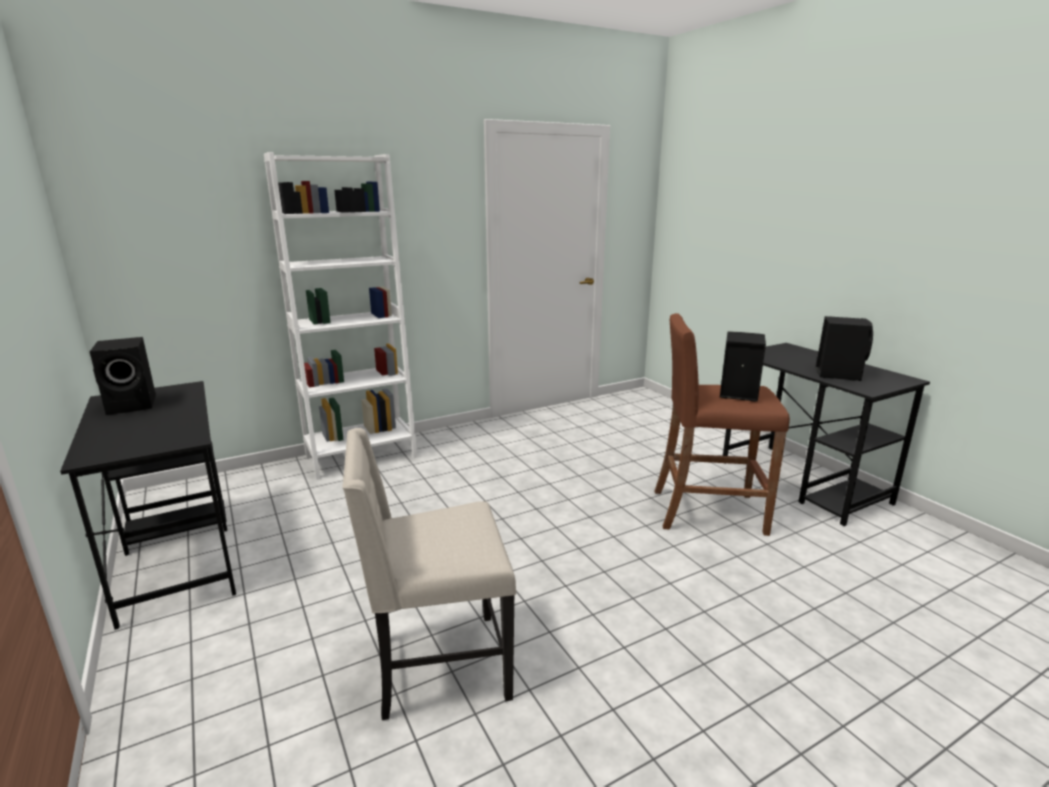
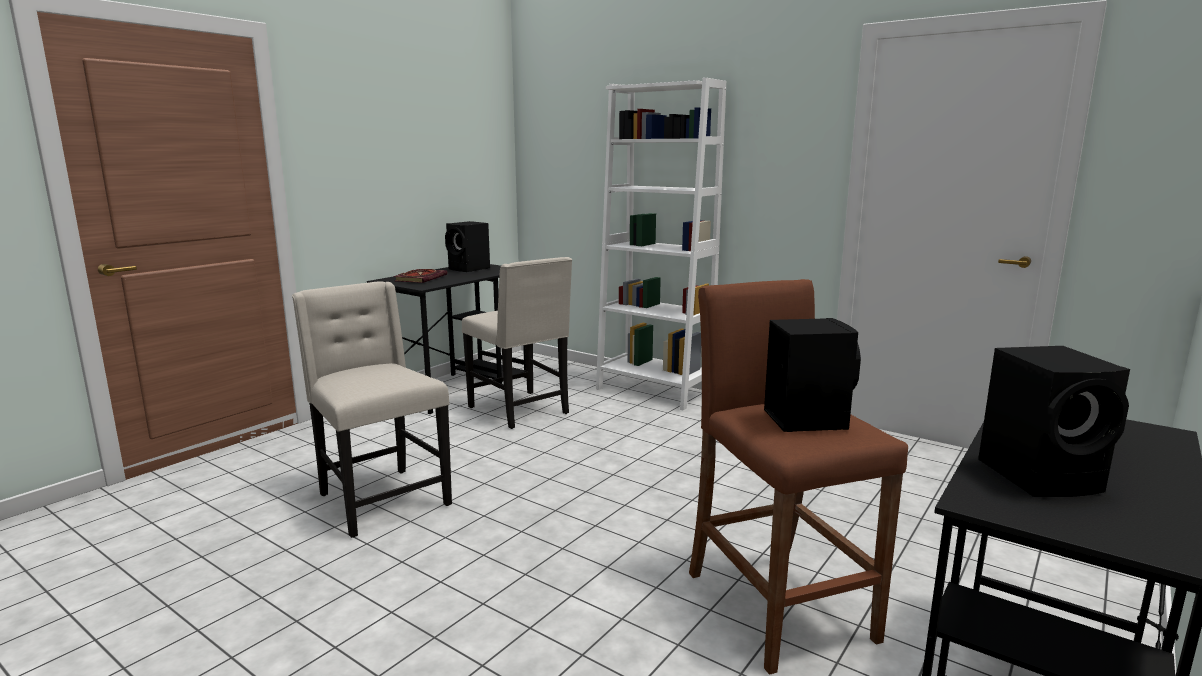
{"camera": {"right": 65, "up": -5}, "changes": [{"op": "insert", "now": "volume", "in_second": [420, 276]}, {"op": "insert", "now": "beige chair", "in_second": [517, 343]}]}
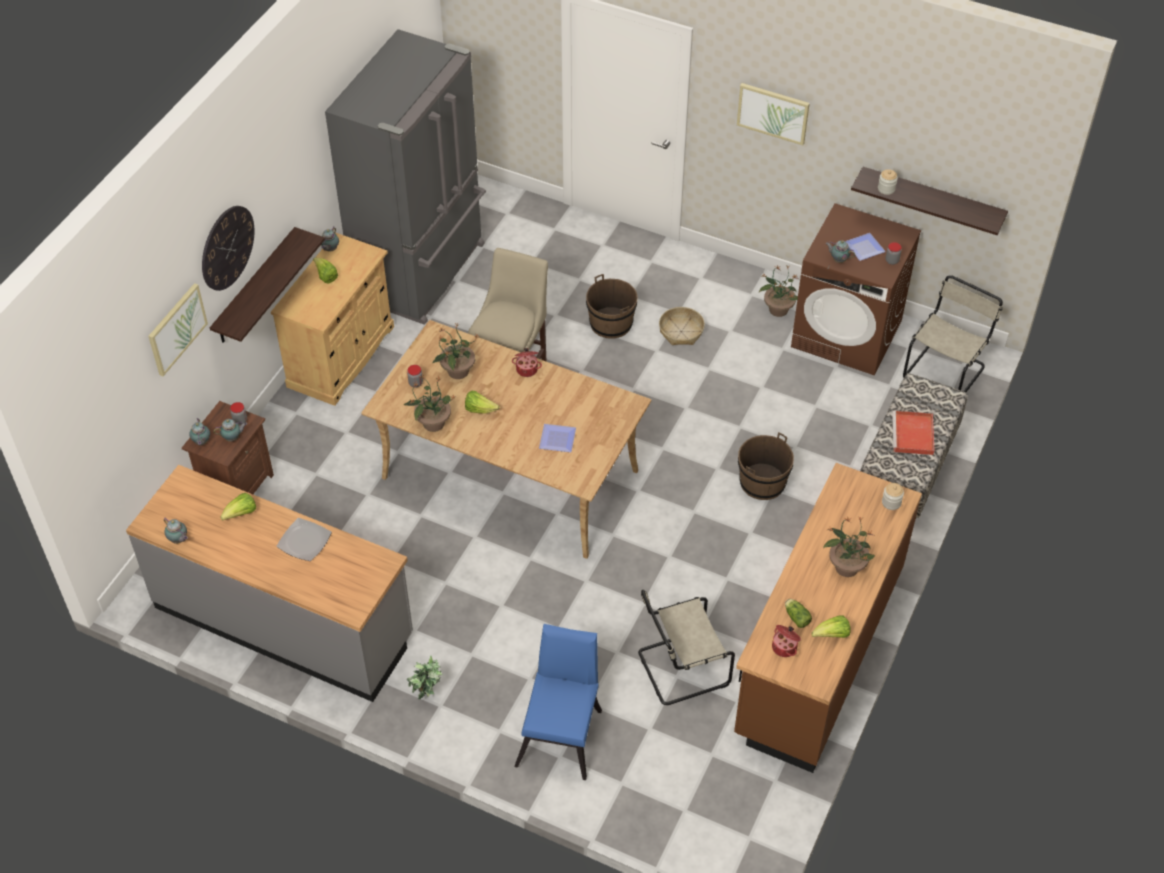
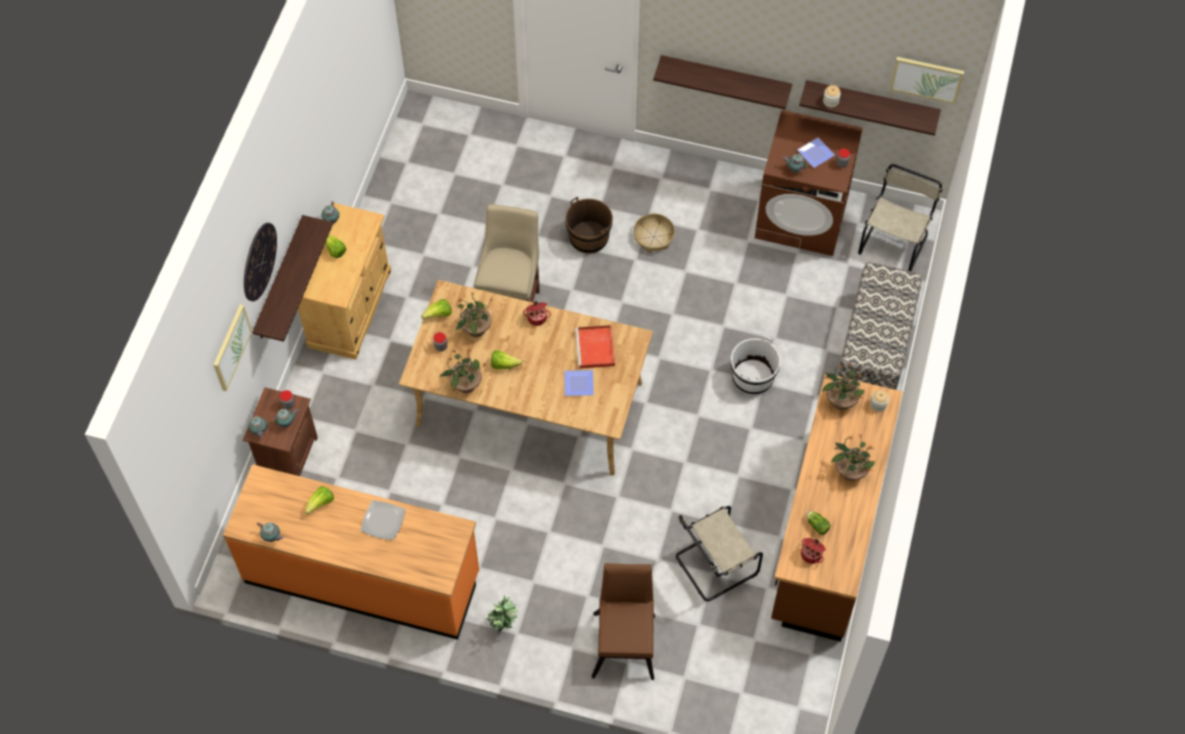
{"camera": {"right": -10, "up": 10}, "changes": [{"op": "recolor", "was": "greyish counter", "now": "orangey counter", "in_first": [269, 583], "in_second": [351, 552]}, {"op": "move", "was": "lettuce head", "in_first": [831, 627], "in_second": [436, 309]}, {"op": "move", "was": "red-coloured tray", "in_first": [913, 433], "in_second": [595, 346]}, {"op": "recolor", "was": "blue chair", "now": "brown chair", "in_first": [558, 702], "in_second": [623, 621]}, {"op": "insert", "now": "wall shelf", "in_second": [722, 82]}, {"op": "recolor", "was": "brown bucket", "now": "whitish bucket", "in_first": [766, 466], "in_second": [755, 365]}, {"op": "move", "was": "houseplant", "in_first": [779, 291], "in_second": [843, 386]}, {"op": "move", "was": "wall art", "in_first": [773, 114], "in_second": [927, 80]}, {"op": "delete", "was": "greyish fridge", "in_first": [405, 177]}]}
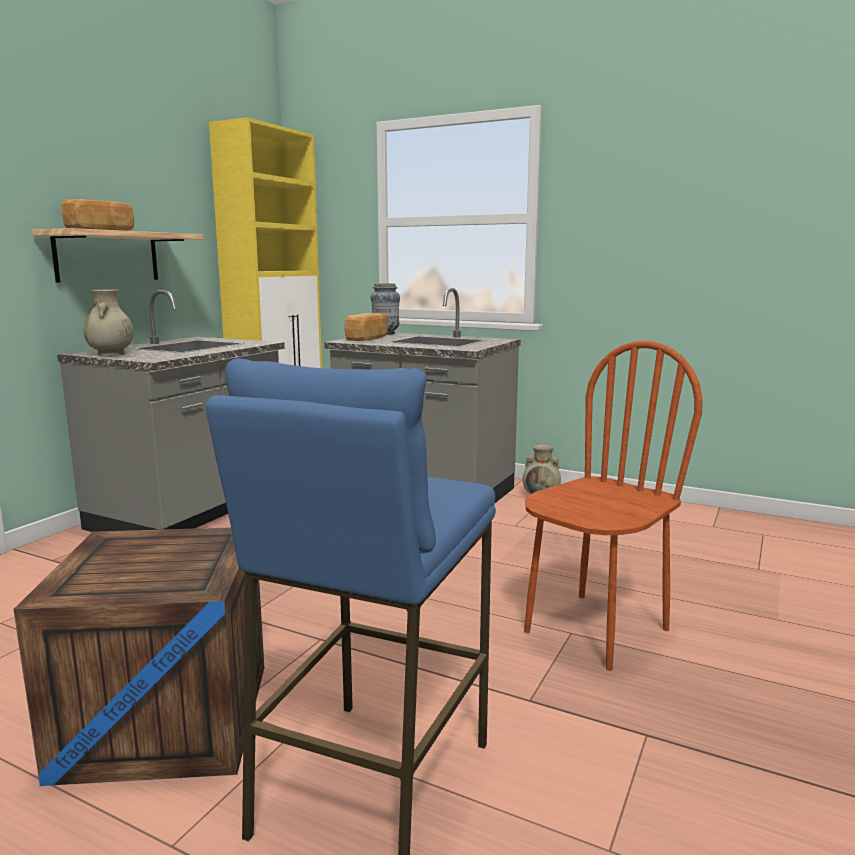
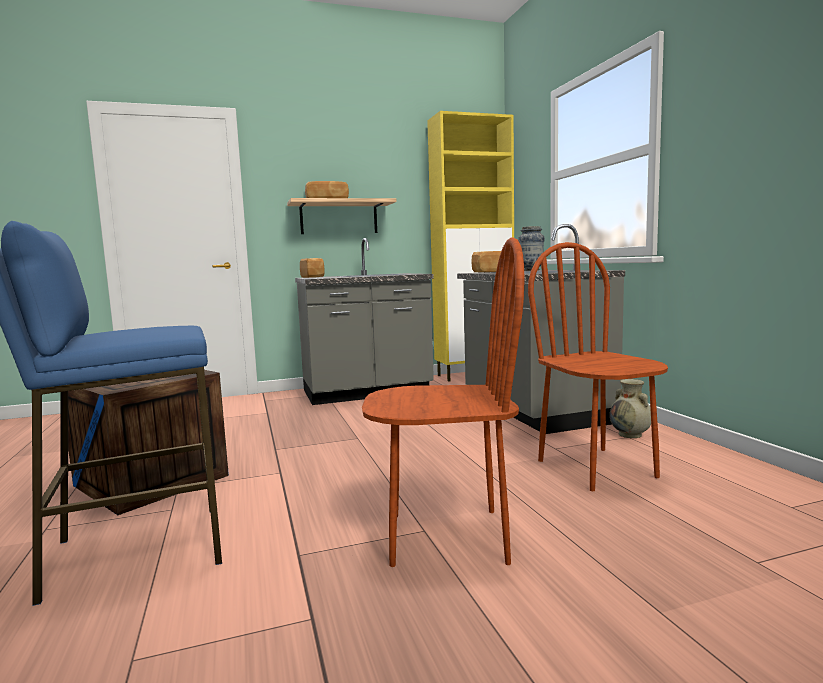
{"camera": {"right": 45, "up": -5}, "changes": [{"op": "replace", "was": "beige flower vase", "now": "bakery bread", "in_first": [109, 322], "in_second": [312, 268]}, {"op": "insert", "now": "brown chair", "in_second": [598, 366]}]}
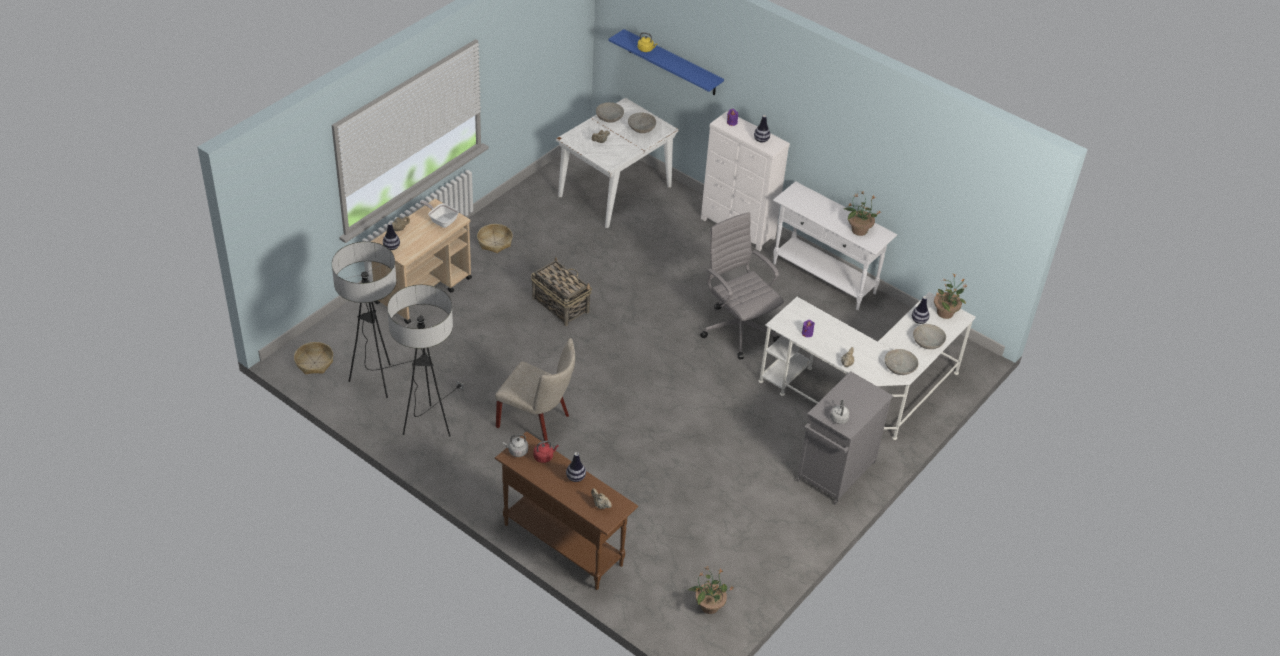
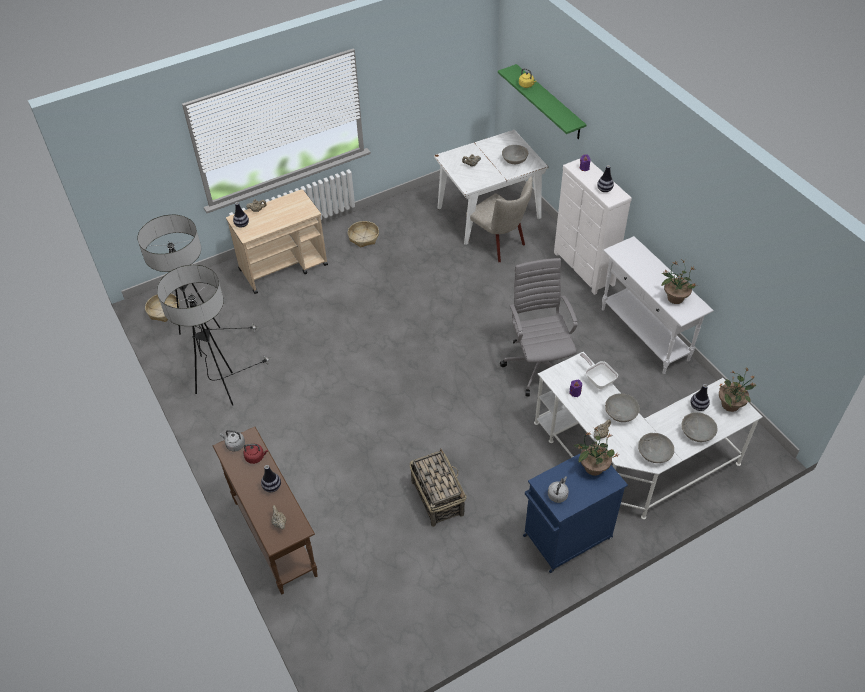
{"camera": {"right": 25, "up": 5}, "changes": [{"op": "move", "was": "household basket", "in_first": [561, 291], "in_second": [437, 488]}, {"op": "move", "was": "beige chair", "in_first": [535, 391], "in_second": [499, 219]}, {"op": "recolor", "was": "blue wall shelf", "now": "greenish wall shelf", "in_first": [666, 62], "in_second": [542, 101]}, {"op": "recolor", "was": "greyish cabinet", "now": "blue cabinet", "in_first": [844, 438], "in_second": [575, 513]}, {"op": "move", "was": "houseplant", "in_first": [711, 590], "in_second": [595, 452]}, {"op": "move", "was": "frying pan", "in_first": [439, 214], "in_second": [599, 371]}, {"op": "move", "was": "greyish deep dish", "in_first": [610, 112], "in_second": [622, 407]}]}
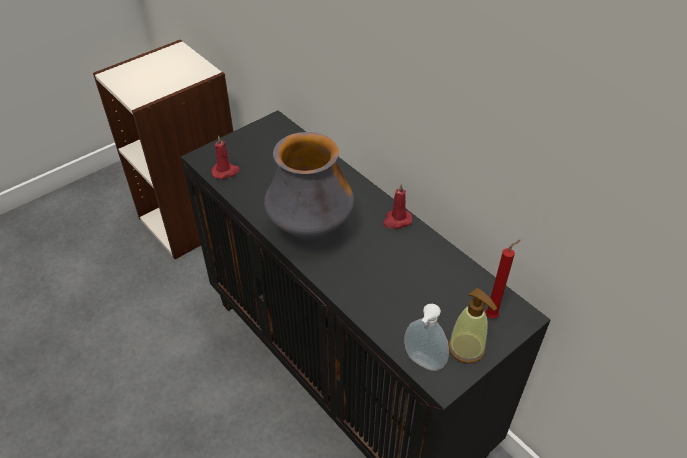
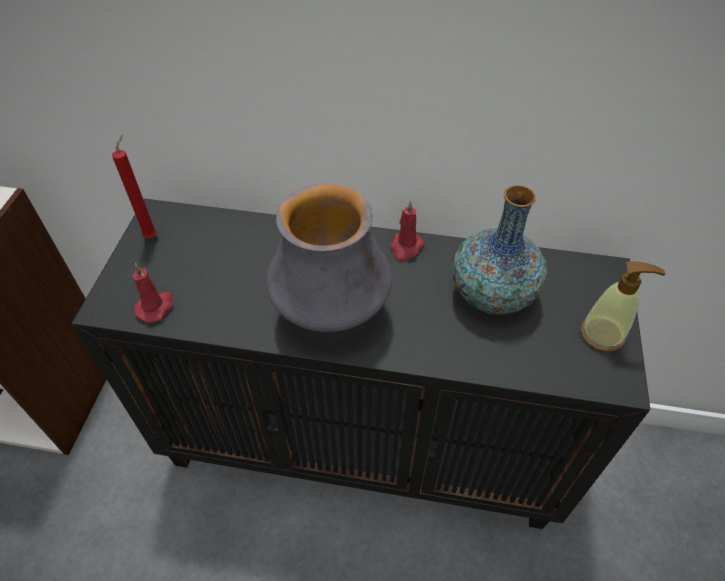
{"camera": {"right": -40, "up": 5}, "changes": [{"op": "move", "was": "red-coloured candle", "in_first": [503, 279], "in_second": [134, 187]}, {"op": "insert", "now": "flower vase", "in_second": [499, 250]}, {"op": "delete", "was": "liquid soap bottle", "in_first": [426, 337]}]}
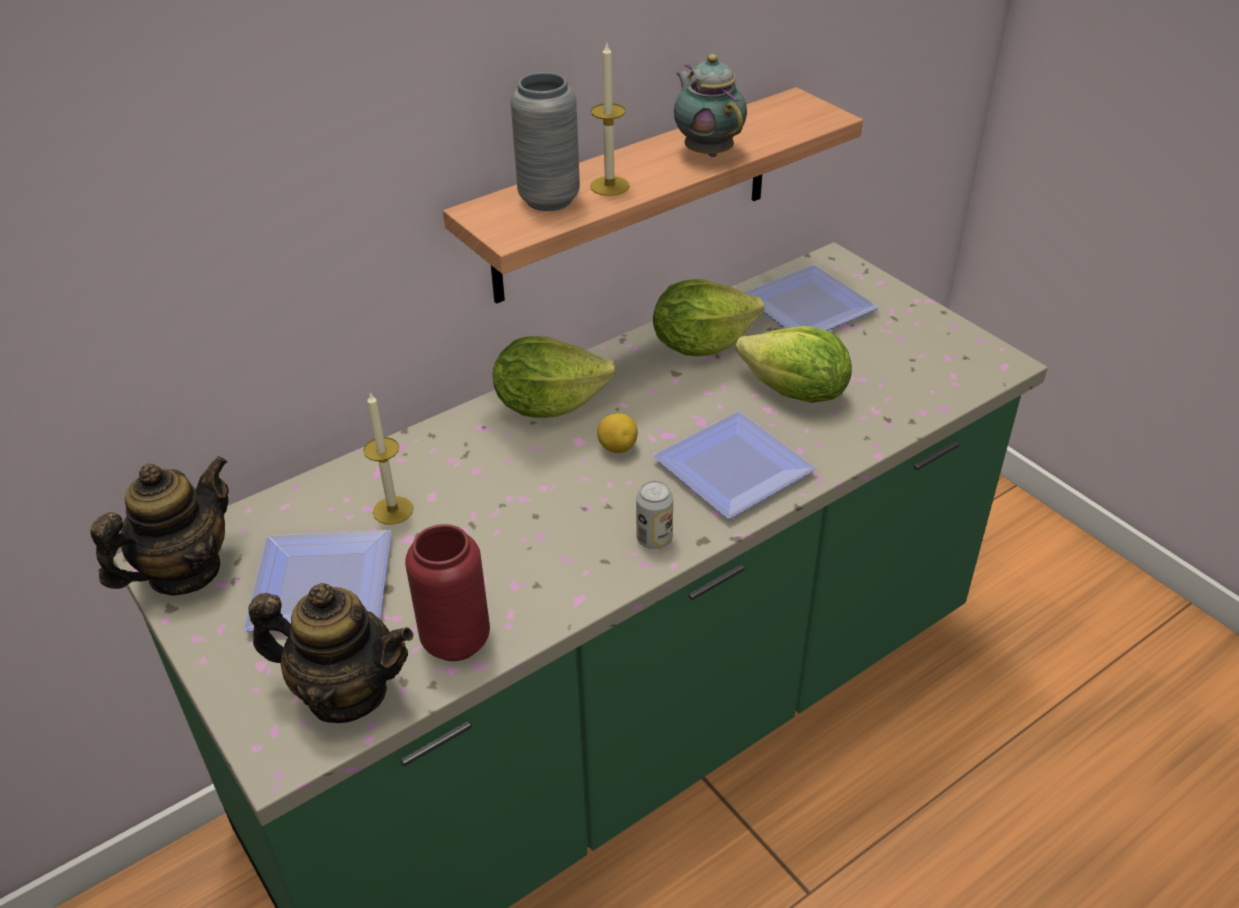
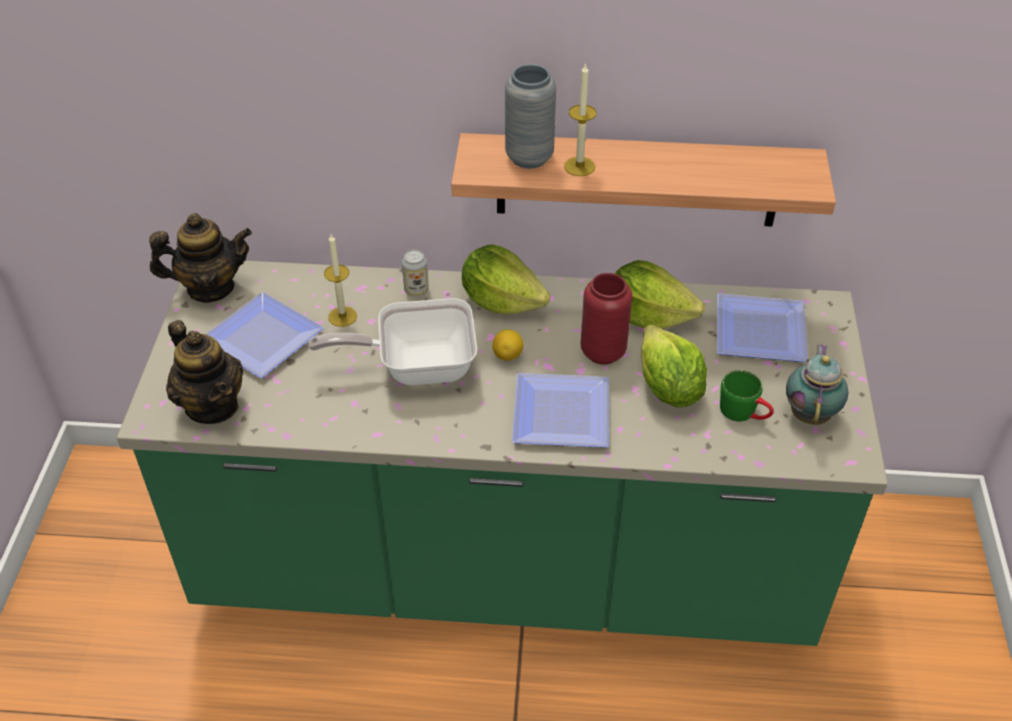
{"camera": {"right": 40, "up": 5}, "changes": [{"op": "insert", "now": "frying pan", "in_second": [392, 341]}, {"op": "move", "was": "metal can", "in_first": [654, 514], "in_second": [415, 273]}, {"op": "move", "was": "red-coloured flower vase", "in_first": [447, 592], "in_second": [606, 318]}, {"op": "insert", "now": "greenish tea mug", "in_second": [747, 395]}, {"op": "move", "was": "teapot", "in_first": [710, 105], "in_second": [817, 384]}]}
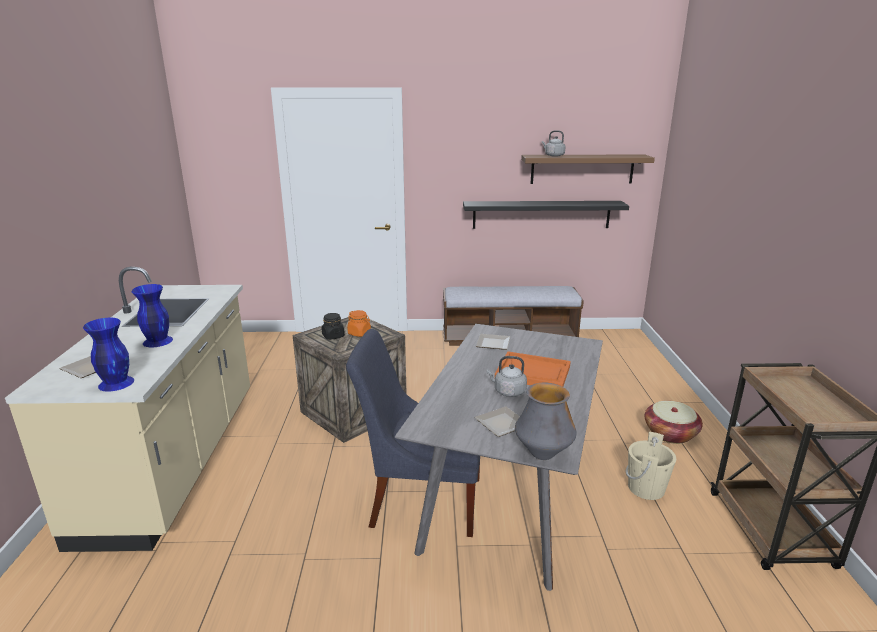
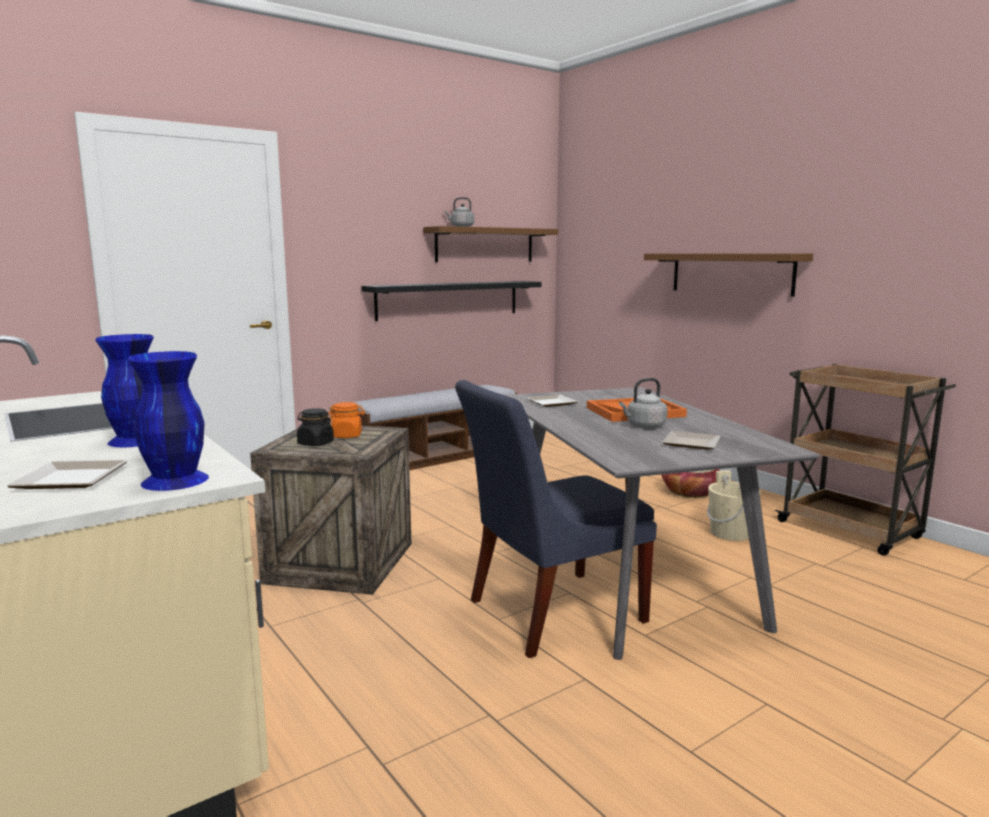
{"camera": {"right": -35, "up": -10}, "changes": [{"op": "insert", "now": "brown wall shelf", "in_second": [728, 275]}, {"op": "delete", "was": "flower vase", "in_first": [546, 421]}]}
